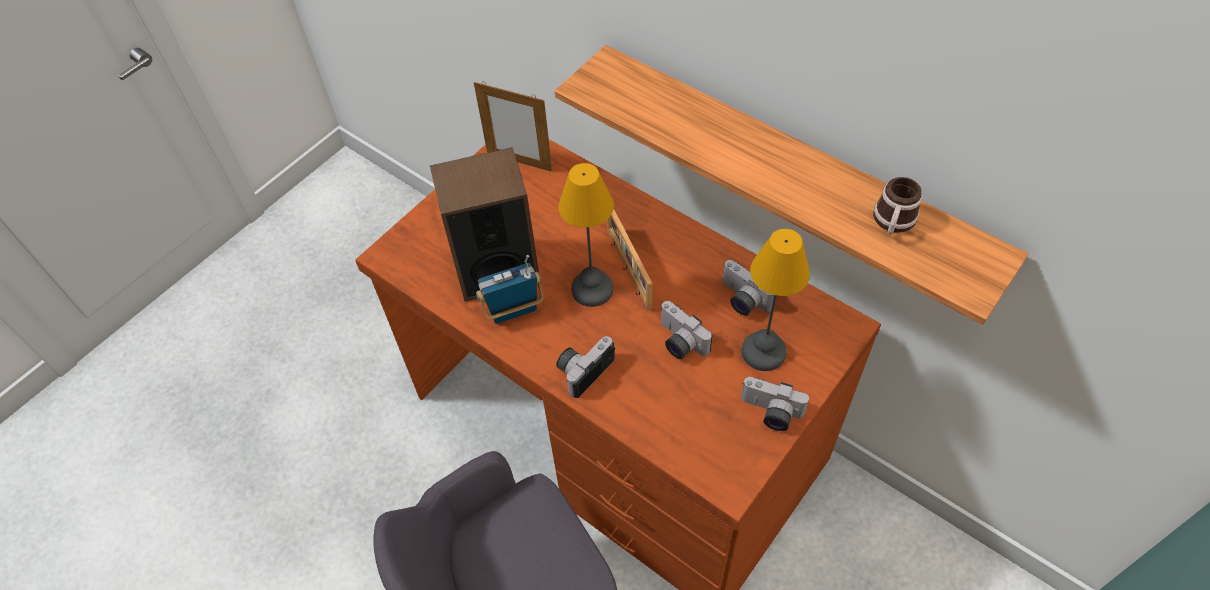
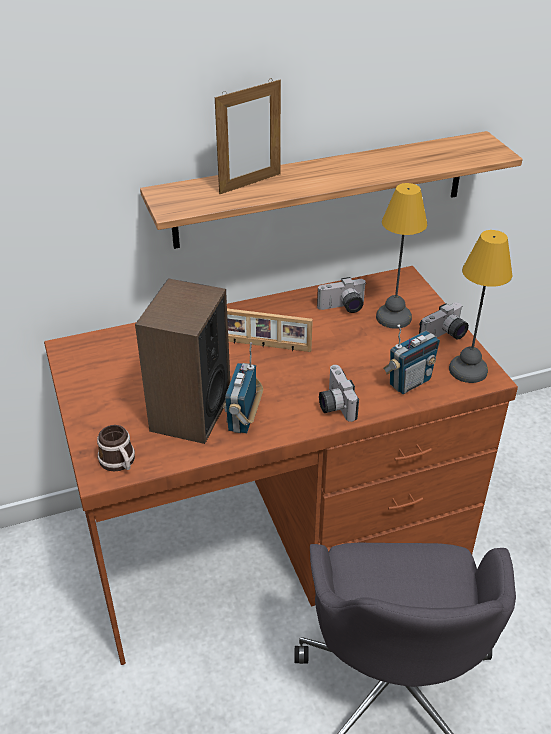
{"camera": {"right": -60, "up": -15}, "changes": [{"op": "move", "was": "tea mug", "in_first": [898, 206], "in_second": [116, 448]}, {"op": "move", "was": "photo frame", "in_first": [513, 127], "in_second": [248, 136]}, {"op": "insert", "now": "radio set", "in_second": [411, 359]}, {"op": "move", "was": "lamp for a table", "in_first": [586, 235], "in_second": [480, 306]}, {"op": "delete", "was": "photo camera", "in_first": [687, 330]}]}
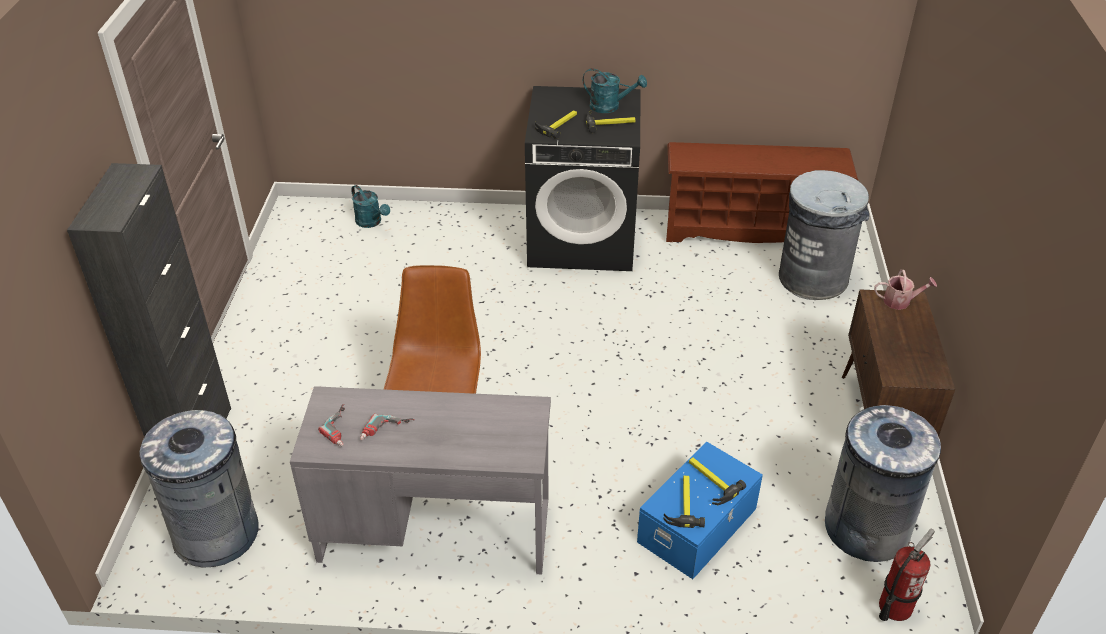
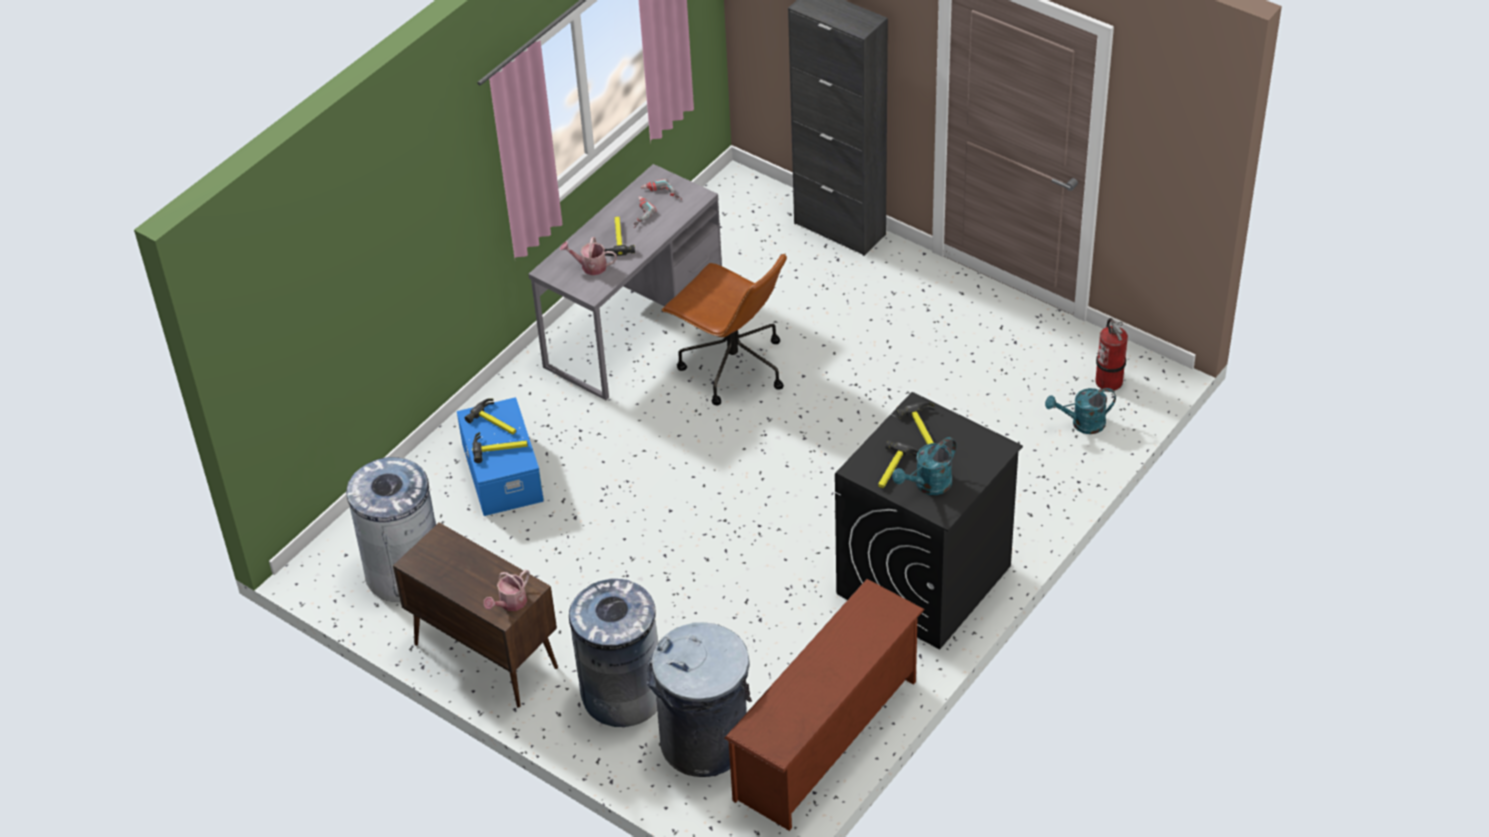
{"camera": {"right": 125, "up": 5}, "changes": [{"op": "insert", "now": "watering pot", "in_second": [588, 256]}, {"op": "move", "was": "greyish rubbish bin", "in_first": [199, 489], "in_second": [613, 653]}, {"op": "insert", "now": "tool hammer", "in_second": [620, 236]}, {"op": "move", "was": "fire-fighting cylinder", "in_first": [907, 575], "in_second": [1111, 354]}]}
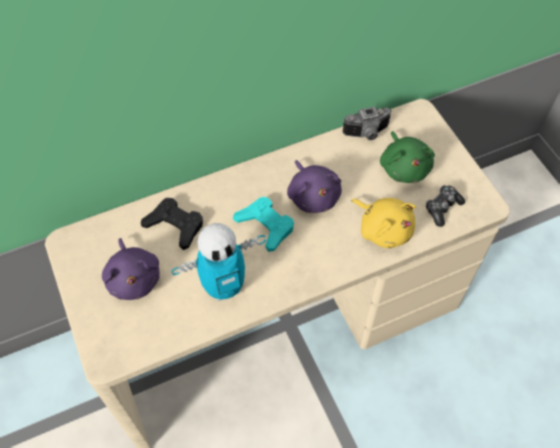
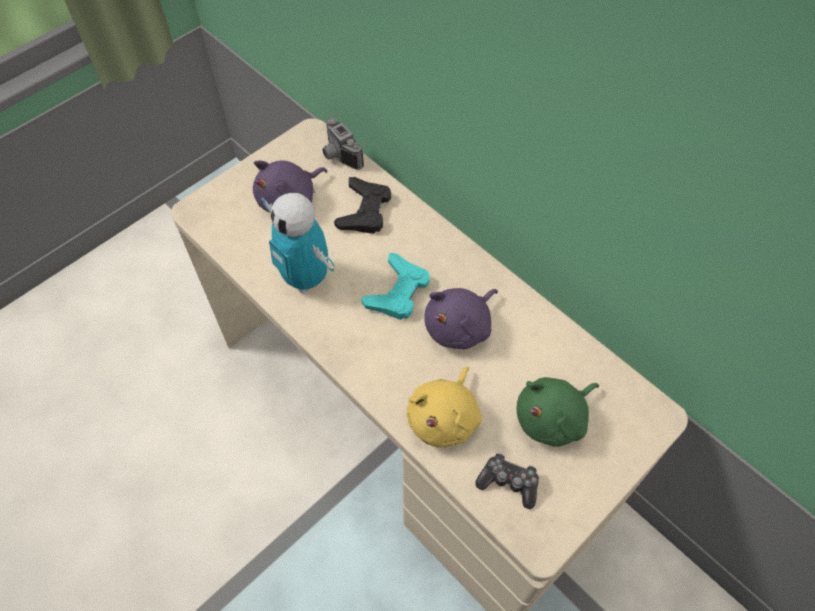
{"camera": {"right": 70, "up": 0}, "changes": [{"op": "move", "was": "photo camera", "in_first": [367, 123], "in_second": [343, 144]}]}
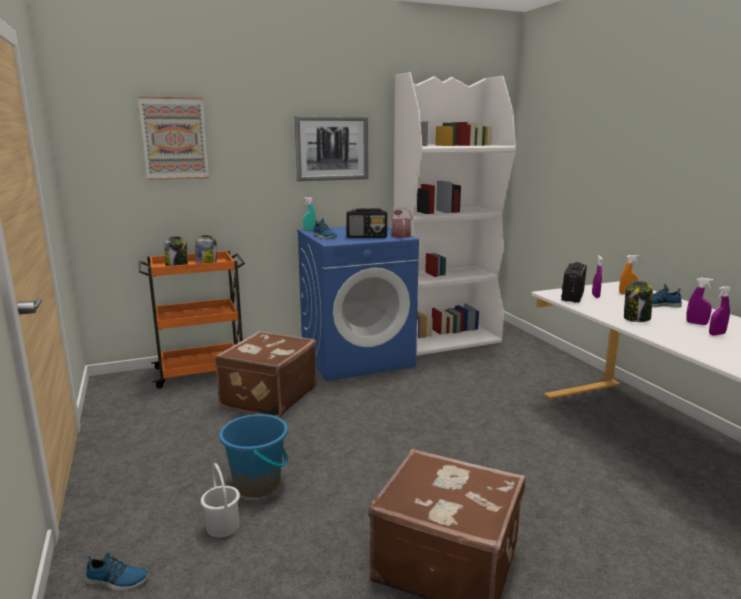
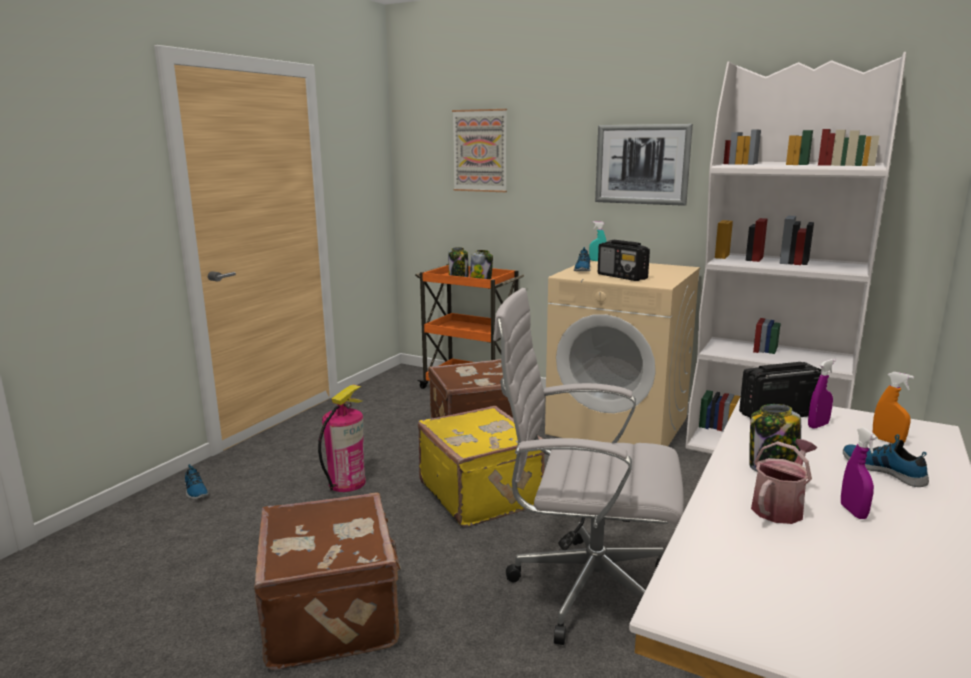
{"camera": {"right": 50, "up": 0}, "changes": [{"op": "replace", "was": "blue bucket", "now": "fire-fighting cylinder", "in_first": [253, 455], "in_second": [342, 438]}, {"op": "insert", "now": "yellow-coloured travel case", "in_second": [481, 466]}, {"op": "insert", "now": "whitish computer chair", "in_second": [588, 466]}, {"op": "recolor", "was": "blue laundry machine", "now": "beige laundry machine", "in_first": [358, 304], "in_second": [622, 353]}, {"op": "move", "was": "watering pot", "in_first": [401, 222], "in_second": [784, 481]}, {"op": "delete", "was": "whitish bucket", "in_first": [220, 500]}, {"op": "delete", "was": "purple-coloured hand sprayer", "in_first": [720, 310]}]}
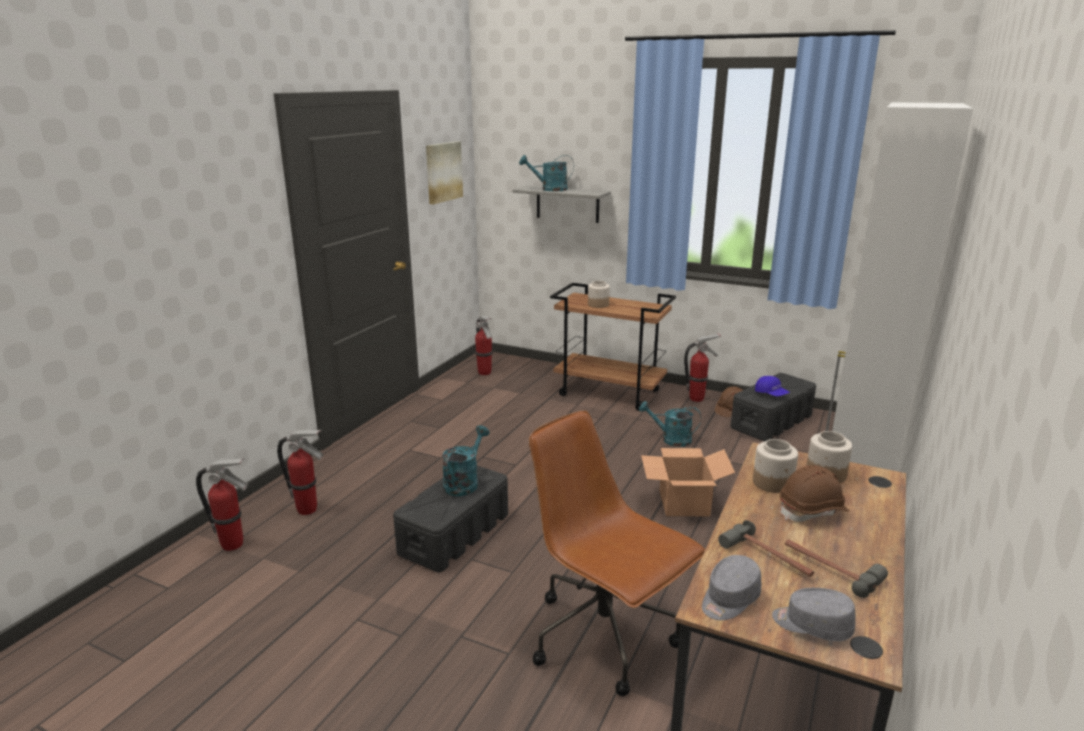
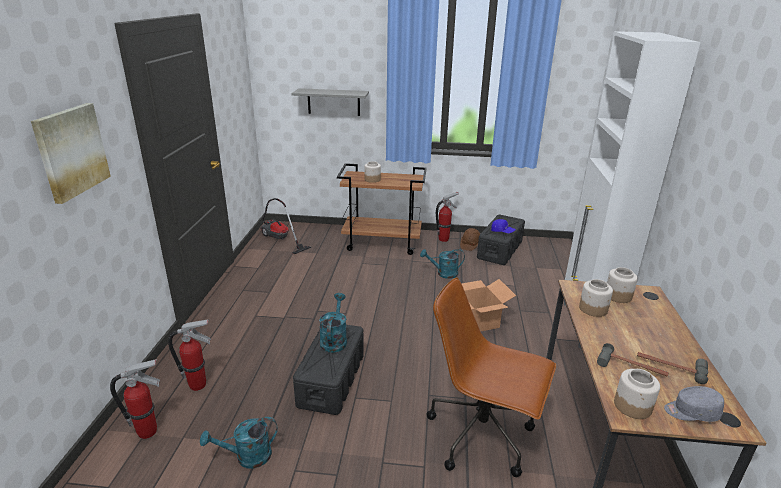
{"camera": {"right": -20, "up": 5}, "changes": [{"op": "move", "was": "wall art", "in_first": [444, 172], "in_second": [71, 153]}, {"op": "move", "was": "blue-green watering pot", "in_first": [546, 173], "in_second": [239, 443]}, {"op": "replace", "was": "fire-fighting cylinder", "now": "hoover", "in_first": [484, 345], "in_second": [285, 226]}, {"op": "replace", "was": "greyish peaked cap", "now": "jar", "in_first": [732, 587], "in_second": [637, 394]}, {"op": "delete", "was": "brown hard hat", "in_first": [814, 493]}]}
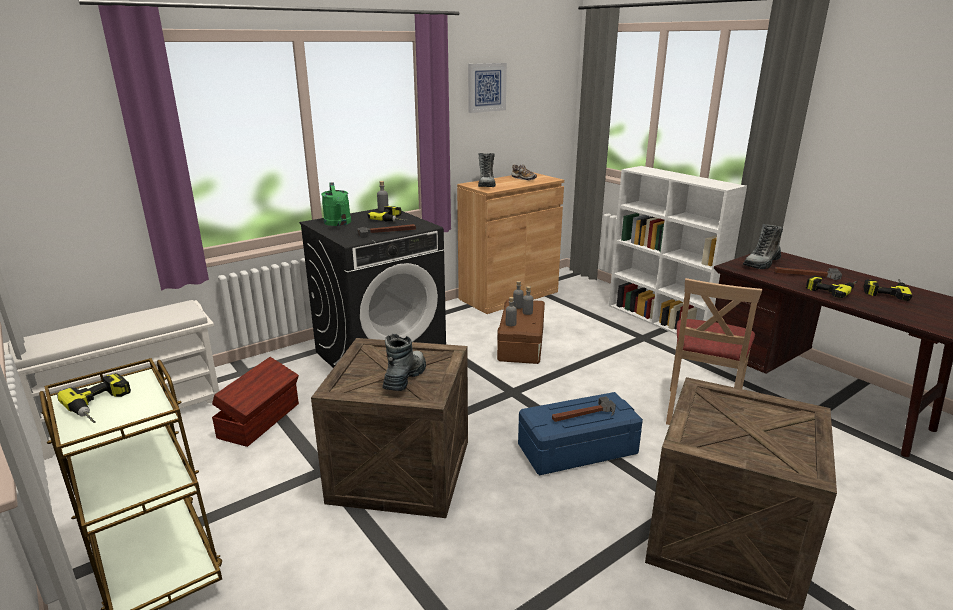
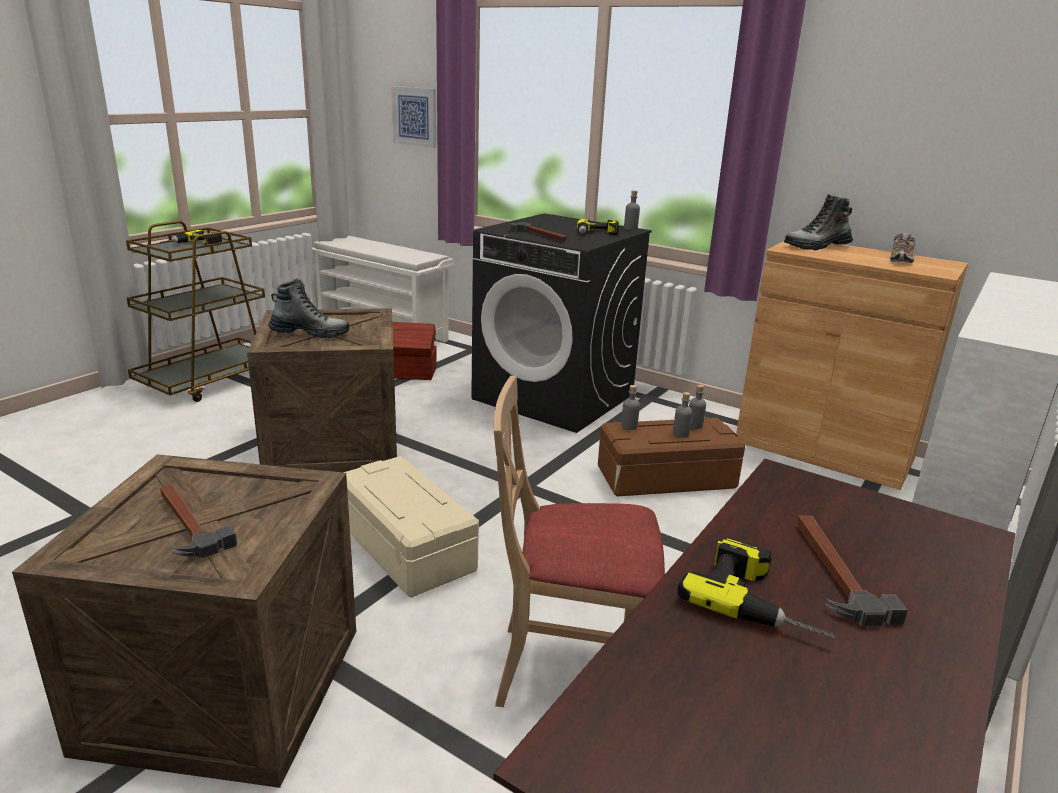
{"camera": {"right": 70, "up": 0}, "changes": [{"op": "move", "was": "tool hammer", "in_first": [584, 409], "in_second": [198, 521]}, {"op": "recolor", "was": "blue storage container", "now": "beige storage container", "in_first": [580, 433], "in_second": [411, 527]}, {"op": "move", "was": "wall art", "in_first": [487, 88], "in_second": [413, 117]}, {"op": "delete", "was": "greenish watering pot", "in_first": [336, 204]}, {"op": "delete", "was": "tall boot", "in_first": [763, 246]}, {"op": "delete", "was": "power drill", "in_first": [887, 290]}]}
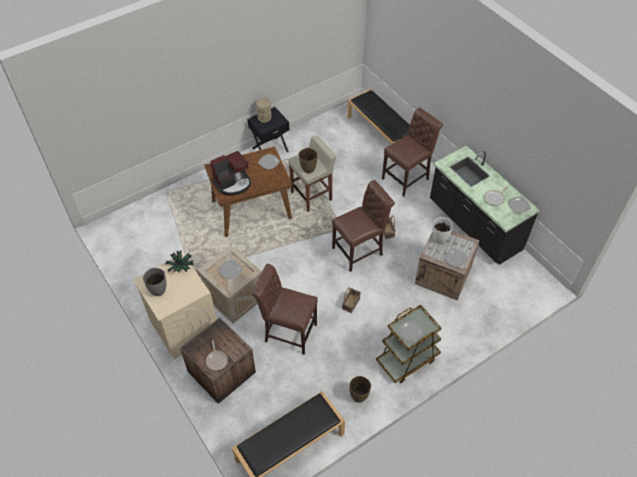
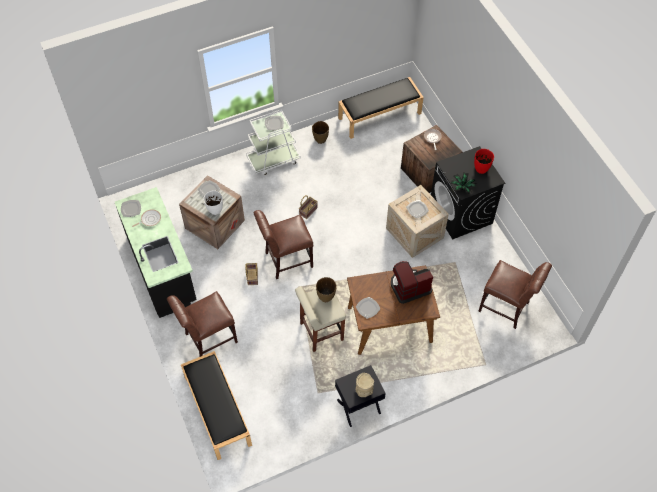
{"camera": {"right": -170, "up": 5}, "changes": [{"op": "recolor", "was": "brown wheeled cart", "now": "whitish wheeled cart", "in_first": [408, 344], "in_second": [273, 142]}, {"op": "recolor", "was": "beige laundry machine", "now": "black laundry machine", "in_first": [175, 306], "in_second": [468, 193]}, {"op": "recolor", "was": "greyish flower vase", "now": "red-coloured flower vase", "in_first": [154, 282], "in_second": [484, 161]}, {"op": "move", "was": "brown chair", "in_first": [285, 309], "in_second": [515, 294]}]}
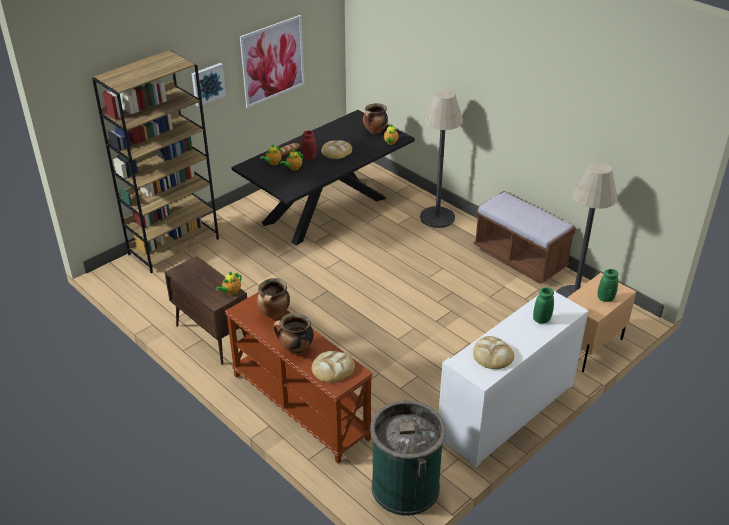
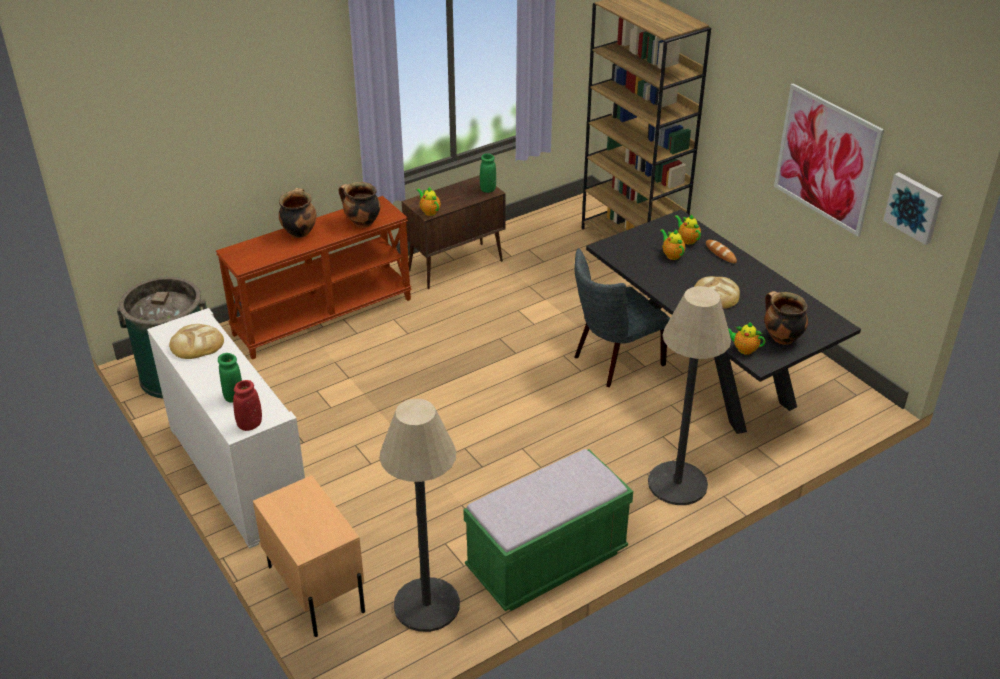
{"camera": {"right": 100, "up": 0}, "changes": [{"op": "move", "was": "red-coloured flower vase", "in_first": [309, 145], "in_second": [247, 405]}, {"op": "recolor", "was": "brown long seat", "now": "greenish long seat", "in_first": [525, 237], "in_second": [548, 530]}, {"op": "move", "was": "greenish flower vase", "in_first": [608, 285], "in_second": [488, 173]}, {"op": "insert", "now": "greyish chair", "in_second": [622, 317]}, {"op": "move", "was": "wall art", "in_first": [208, 85], "in_second": [913, 208]}, {"op": "delete", "was": "bakery bread", "in_first": [333, 367]}]}
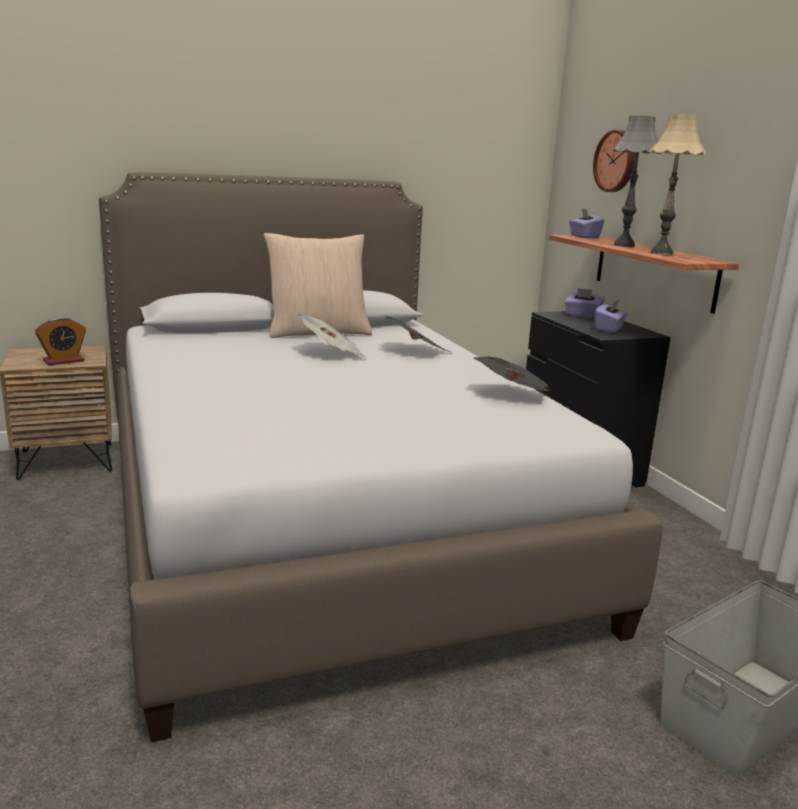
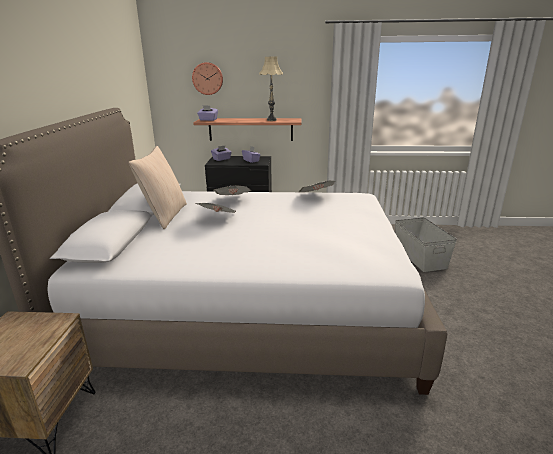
{"camera": {"right": -65, "up": 5}, "changes": [{"op": "delete", "was": "alarm clock", "in_first": [60, 341]}, {"op": "delete", "was": "greyish lamp for a table", "in_first": [637, 181]}]}
